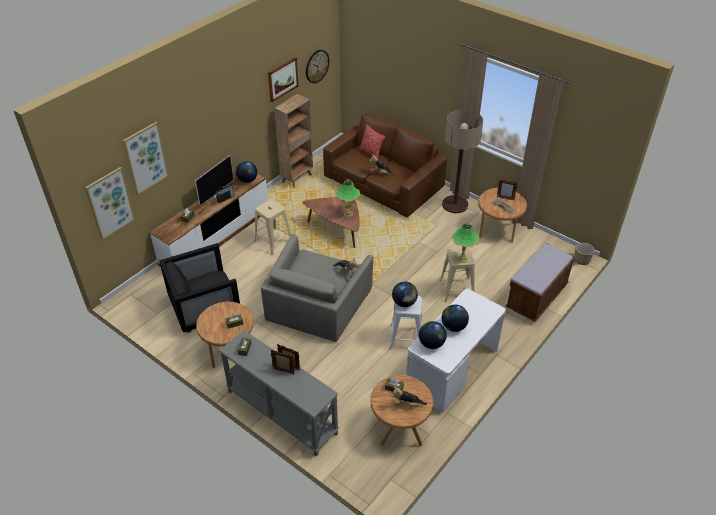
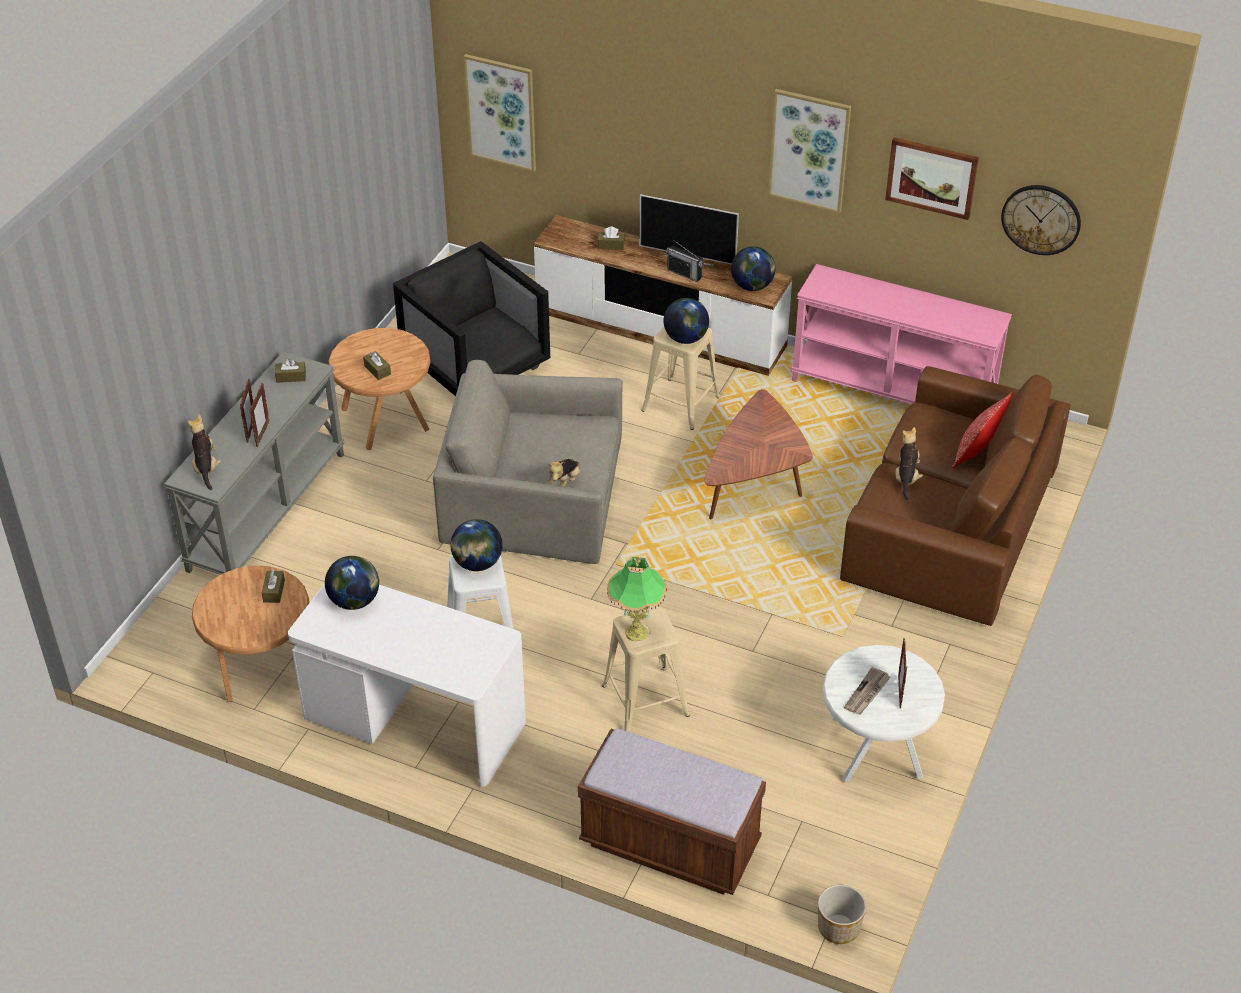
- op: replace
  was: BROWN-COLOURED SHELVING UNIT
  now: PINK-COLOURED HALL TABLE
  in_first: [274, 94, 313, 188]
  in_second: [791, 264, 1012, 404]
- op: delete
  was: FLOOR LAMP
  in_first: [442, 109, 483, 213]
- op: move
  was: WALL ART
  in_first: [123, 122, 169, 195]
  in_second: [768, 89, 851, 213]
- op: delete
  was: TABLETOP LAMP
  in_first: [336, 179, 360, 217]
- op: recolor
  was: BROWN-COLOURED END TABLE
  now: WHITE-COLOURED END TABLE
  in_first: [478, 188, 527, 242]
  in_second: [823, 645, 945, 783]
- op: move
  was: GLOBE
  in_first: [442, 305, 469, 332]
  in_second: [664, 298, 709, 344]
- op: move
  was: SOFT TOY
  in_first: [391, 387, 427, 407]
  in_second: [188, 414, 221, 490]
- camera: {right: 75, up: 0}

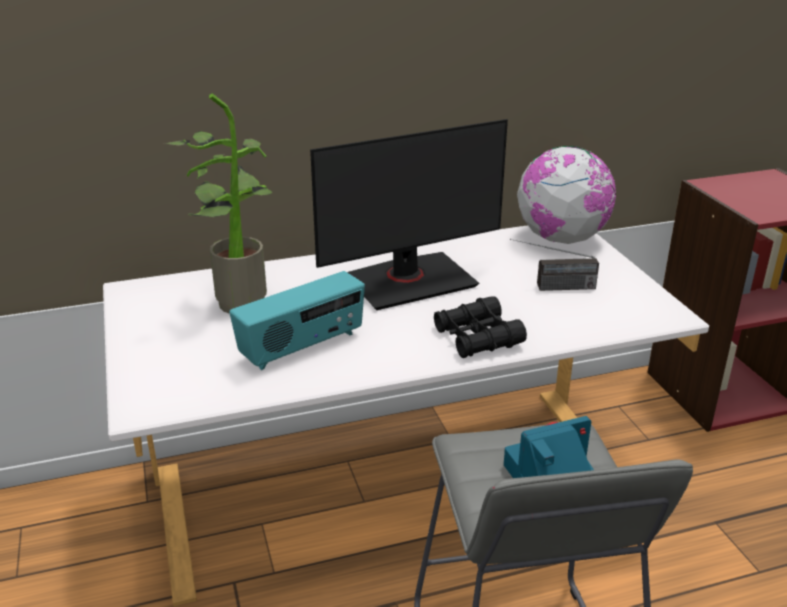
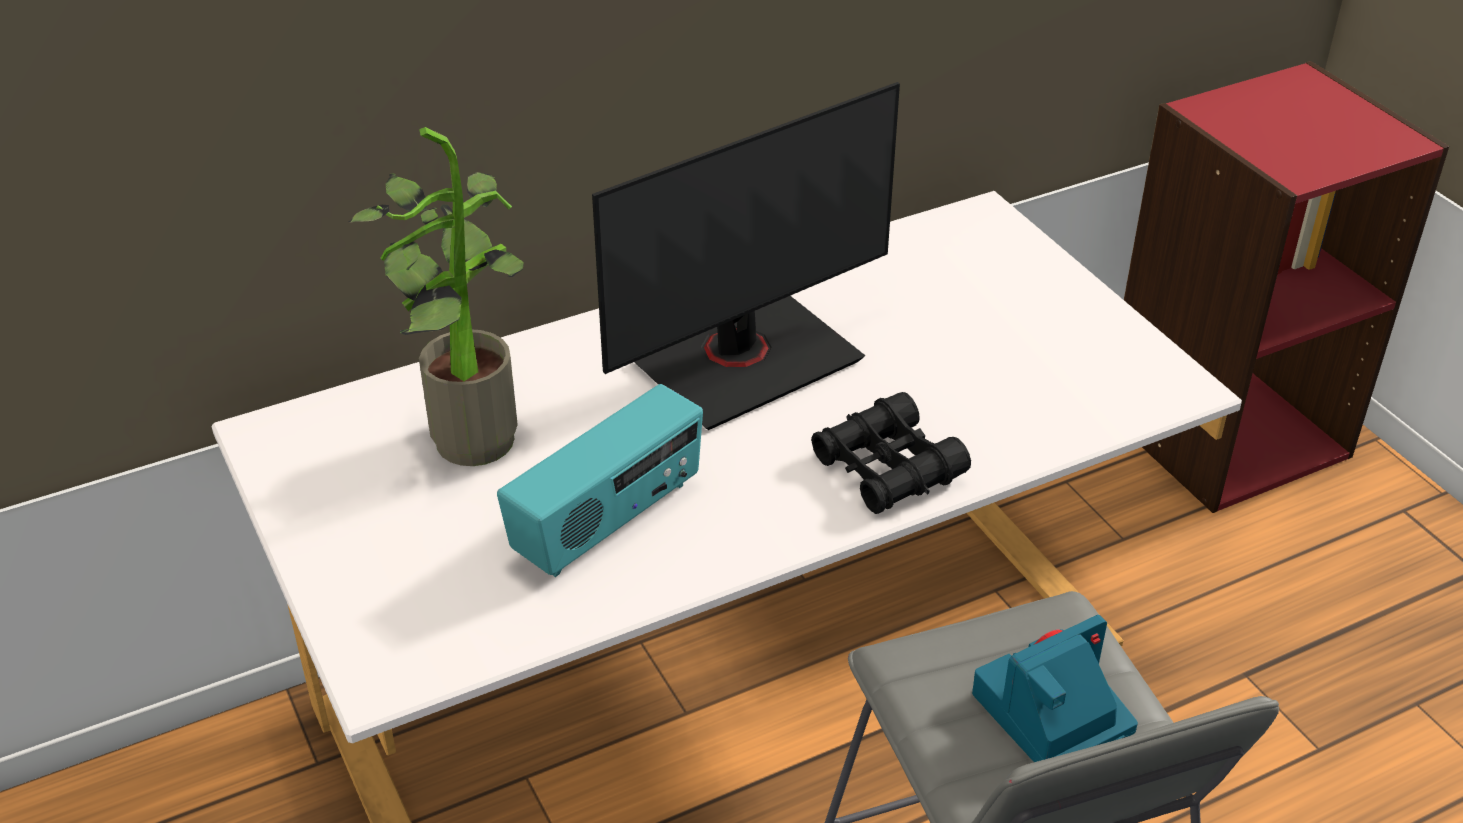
- op: delete
  was: GLOBE
  in_first: [517, 146, 616, 244]
- op: delete
  was: RADIO RECEIVER
  in_first: [510, 239, 599, 291]
- camera: {right: -10, up: 10}

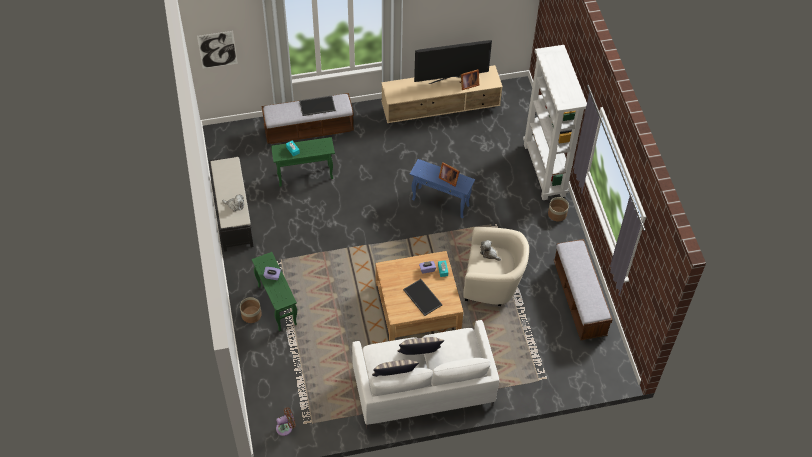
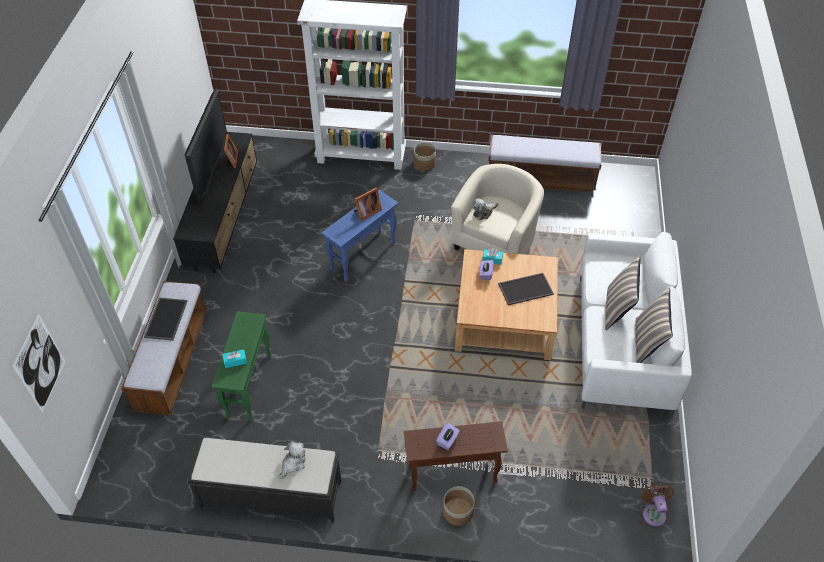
- op: recolor
  was: BEIGE TV UNIT
  now: BLACK-COLOURED TV UNIT
  in_first: [381, 65, 503, 124]
  in_second: [173, 132, 257, 273]
- op: recolor
  was: GREEN END TABLE
  now: BROWN-COLOURED END TABLE
  in_first: [252, 252, 297, 331]
  in_second: [404, 421, 508, 491]
- camera: {right: -70, up: -5}

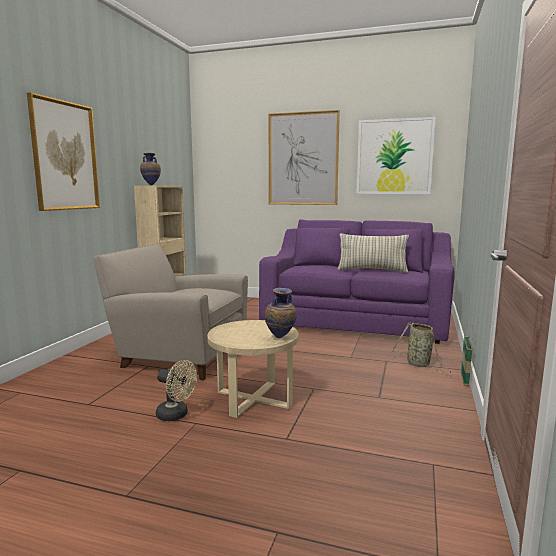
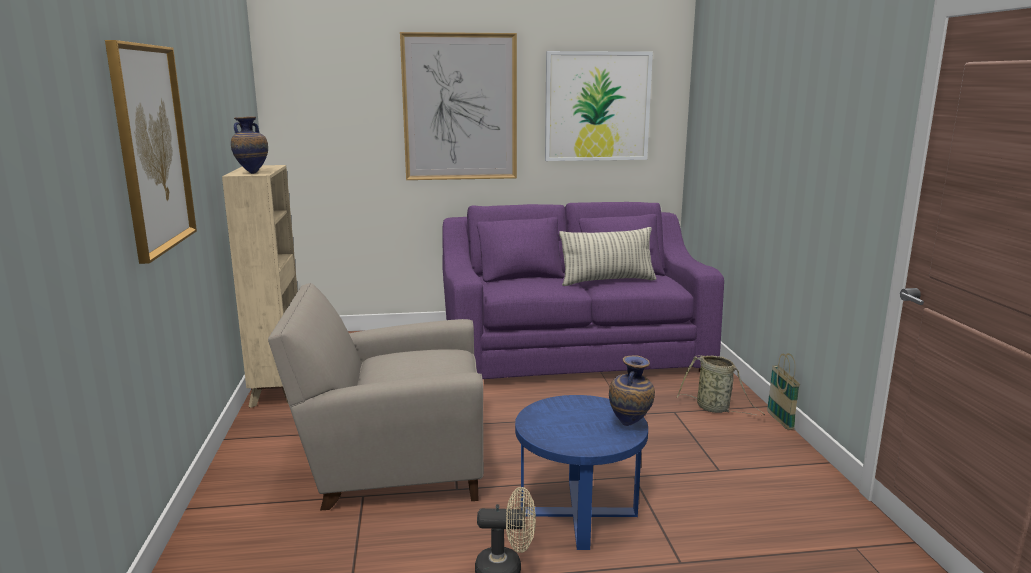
- op: recolor
  was: BEIGE END TABLE
  now: BLUE-COLOURED END TABLE
  in_first: [207, 320, 299, 418]
  in_second: [515, 395, 648, 550]
- camera: {right: -25, up: 5}

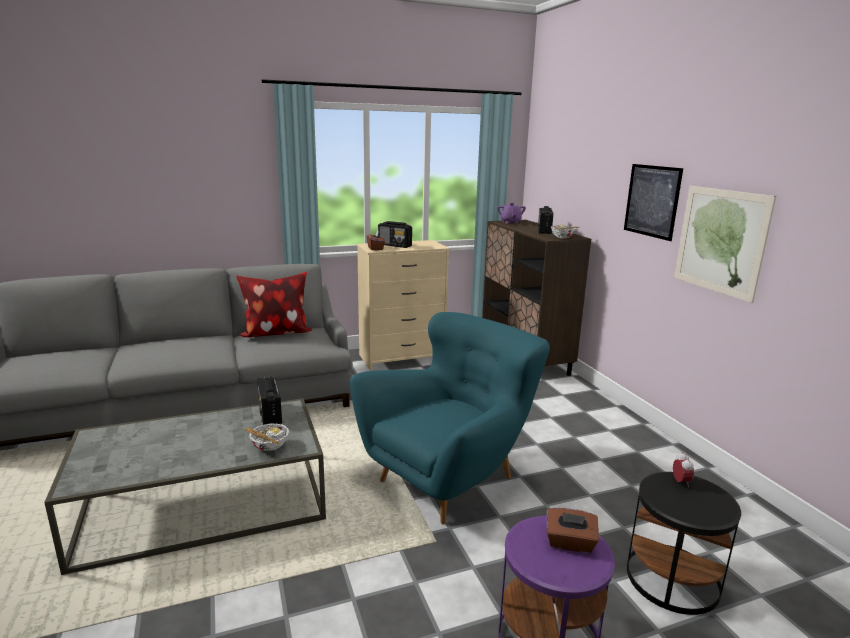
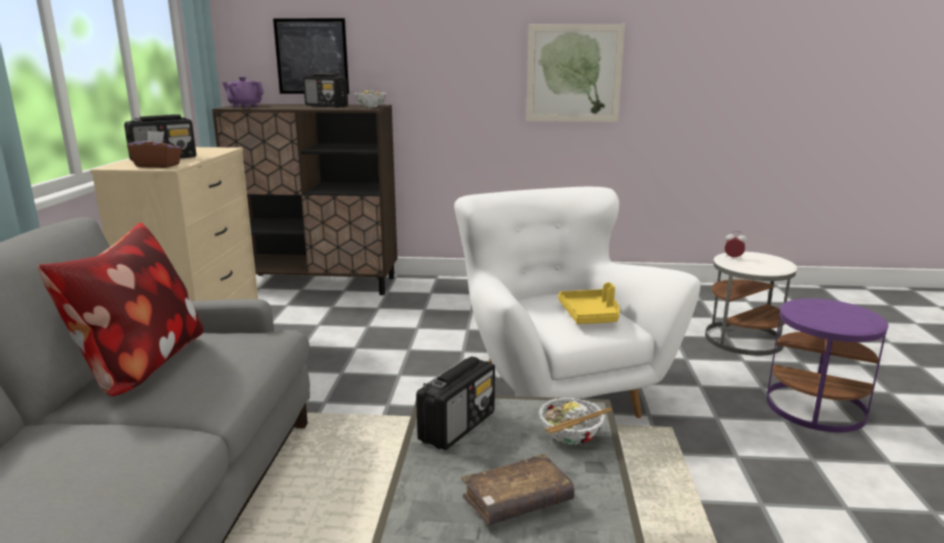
- op: move
  was: WALL ART
  in_first: [624, 164, 683, 241]
  in_second: [273, 18, 349, 94]
- op: recolor
  was: BLUE-GREEN EASY CHAIR
  now: WHITE-COLOURED EASY CHAIR
  in_first: [350, 312, 550, 524]
  in_second: [454, 187, 701, 418]
- op: rotate
  was: RADIO RECEIVER
  in_first: [257, 376, 282, 425]
  in_second: [416, 356, 495, 450]
  clockwise: -60
- op: recolor
  was: BLACK-COLOURED END TABLE
  now: WHITE-COLOURED END TABLE
  in_first: [627, 472, 741, 615]
  in_second: [705, 252, 797, 356]
- op: delete
  was: BROWN-COLOURED TISSUE BOX
  in_first: [547, 508, 599, 553]
- op: insert
  now: YELLOW TRAY
  in_second: [558, 282, 620, 324]
- op: insert
  now: BROWN-COLOURED VOLUME
  in_second: [461, 453, 575, 525]
- camera: {right: -65, up: 0}

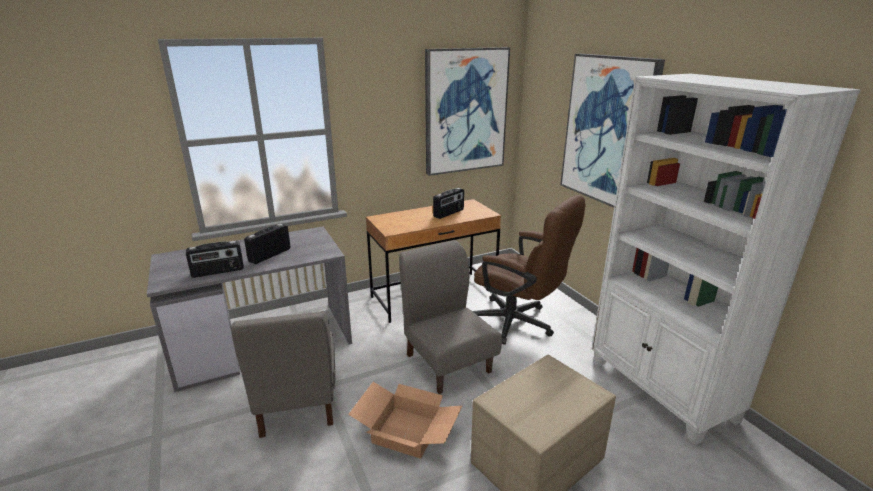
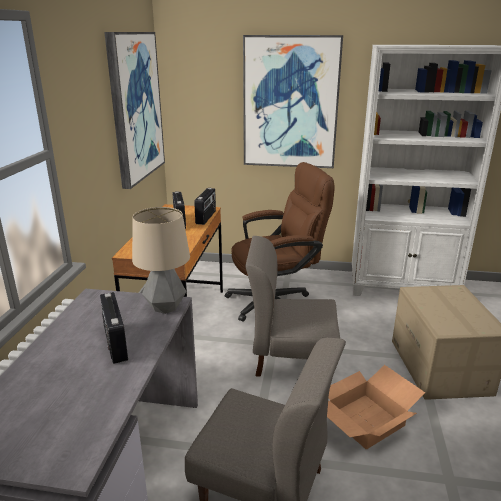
- op: move
  was: RADIO RECEIVER
  in_first: [186, 241, 244, 278]
  in_second: [194, 188, 216, 225]
- op: insert
  now: TABLETOP LAMP
  in_second: [132, 207, 190, 314]
- camera: {right: -55, up: 0}

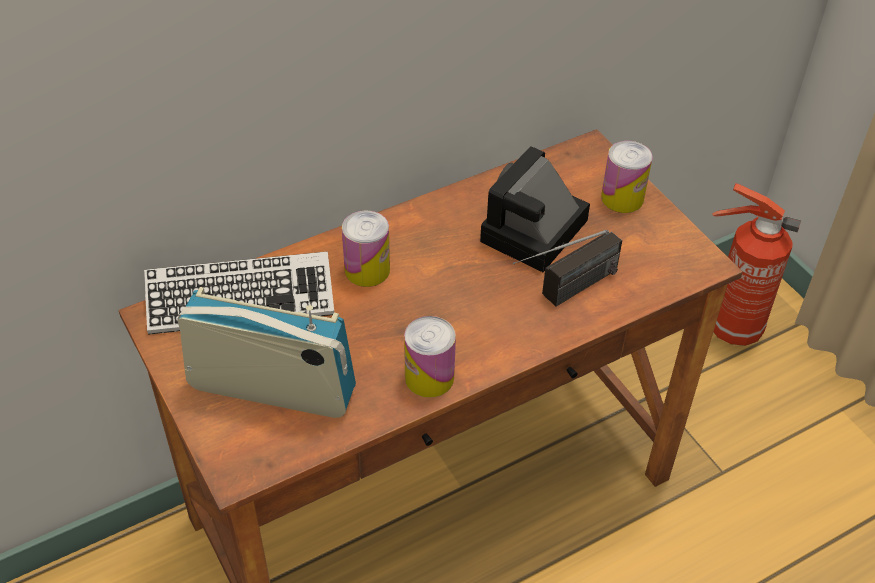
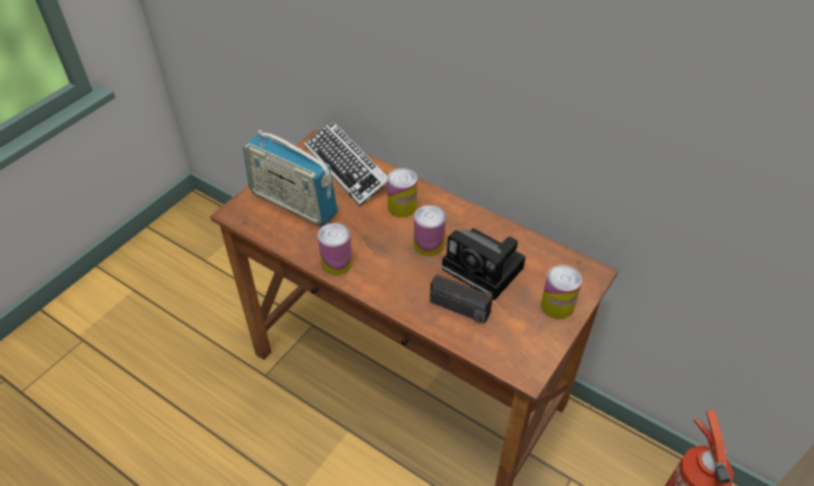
- op: rotate
  was: PHOTO CAMERA
  in_first: [480, 146, 590, 272]
  in_second: [442, 228, 526, 300]
  clockwise: -150
- op: rotate
  was: RADIO RECEIVER
  in_first: [177, 287, 356, 418]
  in_second: [243, 130, 338, 226]
  clockwise: 135
- op: insert
  now: CAN
  in_second: [414, 205, 446, 256]
- camera: {right: 65, up: 0}

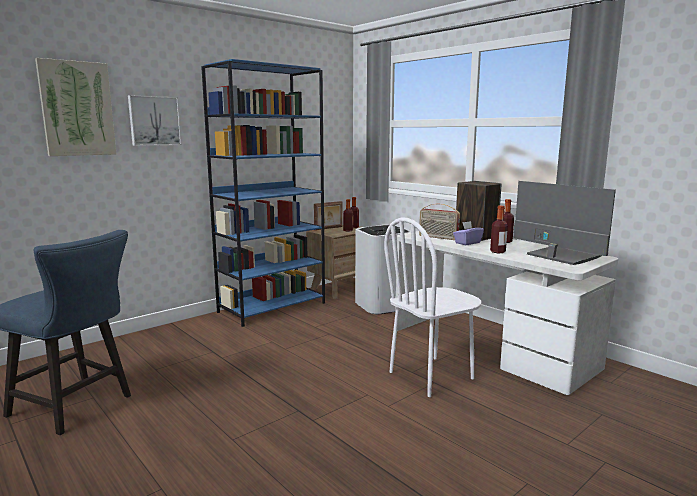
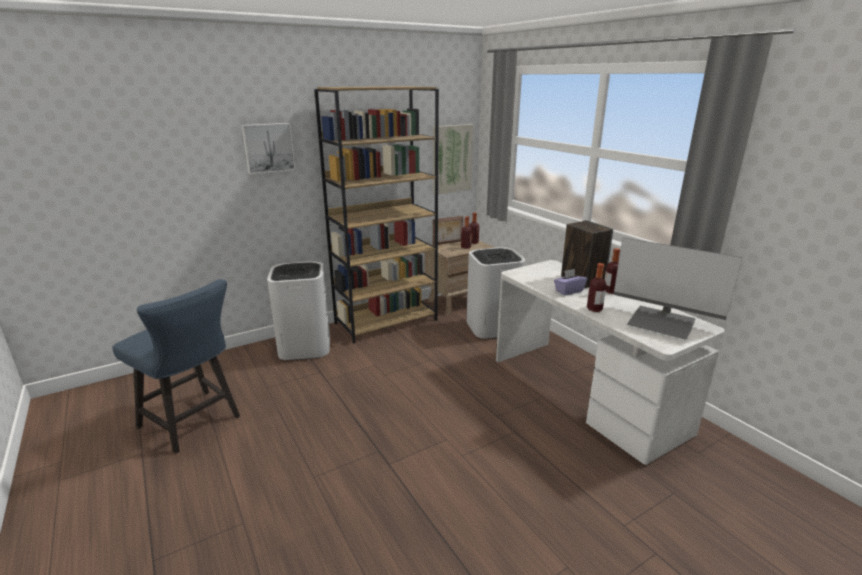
- op: move
  was: WALL ART
  in_first: [35, 58, 116, 156]
  in_second: [433, 124, 474, 194]
- op: recolor
  was: BLUE-COLOURED SHELVING UNIT
  now: BROWN-COLOURED SHELVING UNIT
  in_first: [201, 59, 325, 327]
  in_second: [314, 86, 439, 344]
- op: rotate
  was: COMPUTER DISPLAY
  in_first: [513, 181, 616, 265]
  in_second: [613, 238, 742, 340]
  clockwise: 150
- op: delete
  was: RADIO RECEIVER
  in_first: [419, 204, 460, 240]
- op: delete
  was: WHITE-COLOURED UPRIGHT CHAIR
  in_first: [384, 217, 482, 397]
- op: insert
  now: WHITE-COLOURED RUBBISH BIN
  in_second: [267, 261, 330, 360]
- camera: {right: 10, up: 10}

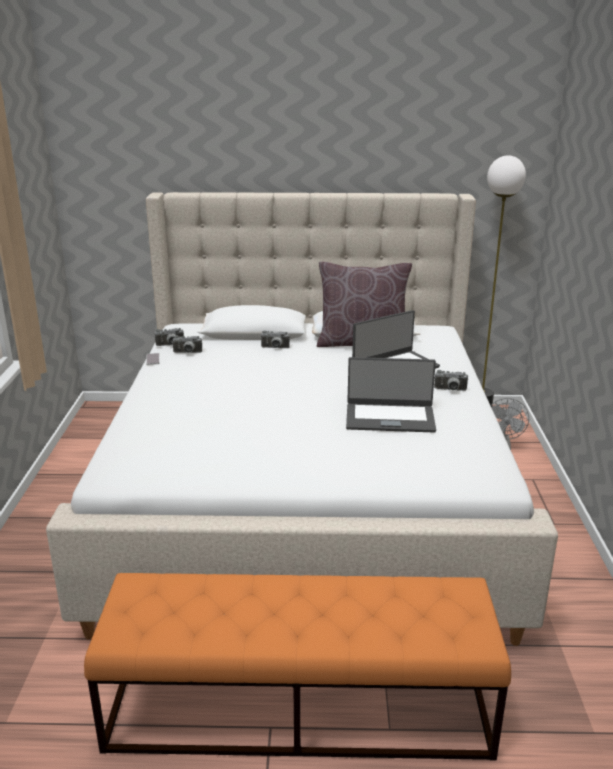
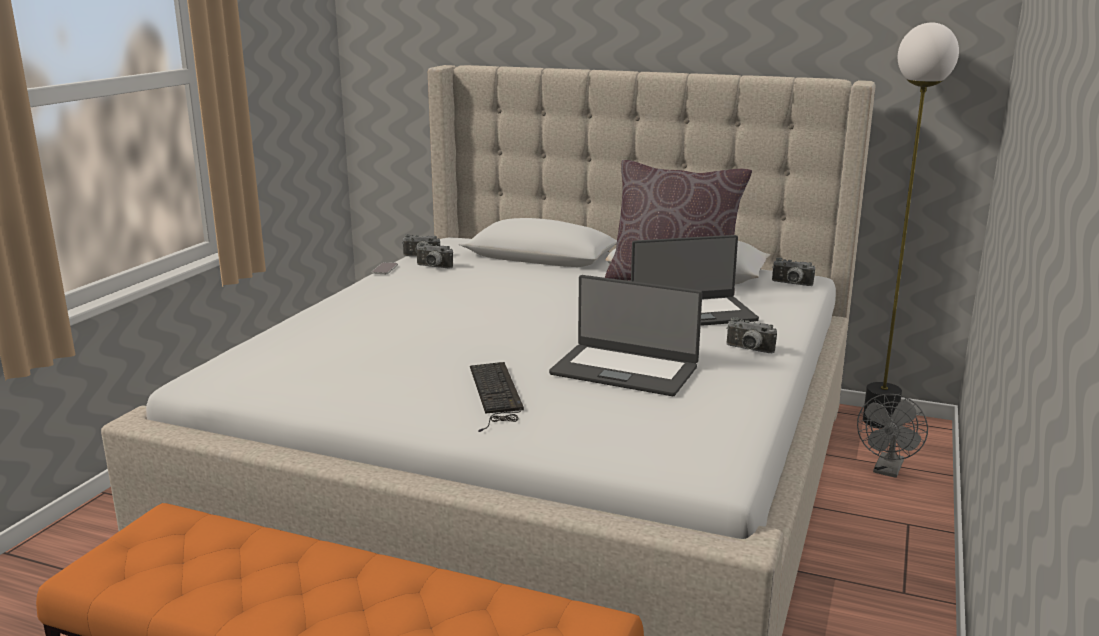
- op: move
  was: PHOTO CAMERA
  in_first: [260, 331, 290, 348]
  in_second: [772, 258, 815, 286]
- op: insert
  now: COMPUTER KEYBOARD
  in_second: [470, 362, 524, 432]
- camera: {right: 20, up: -5}

